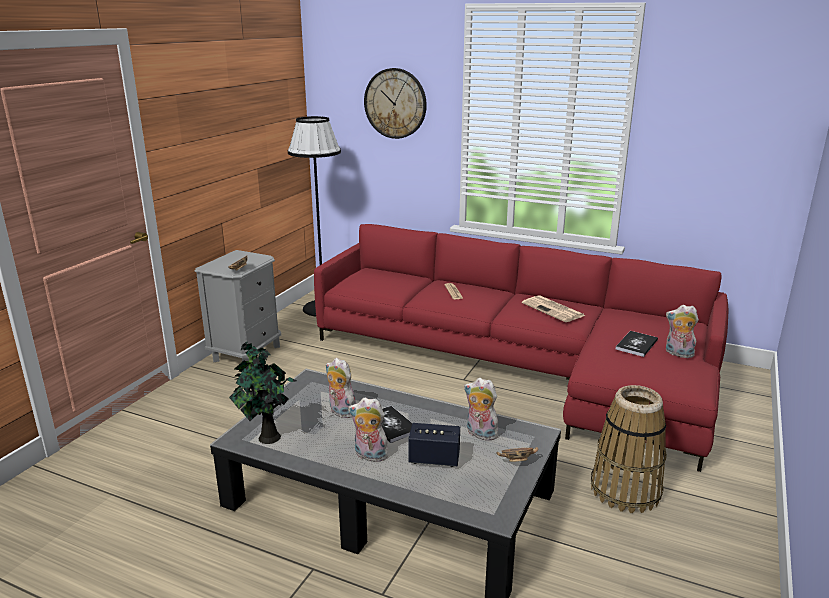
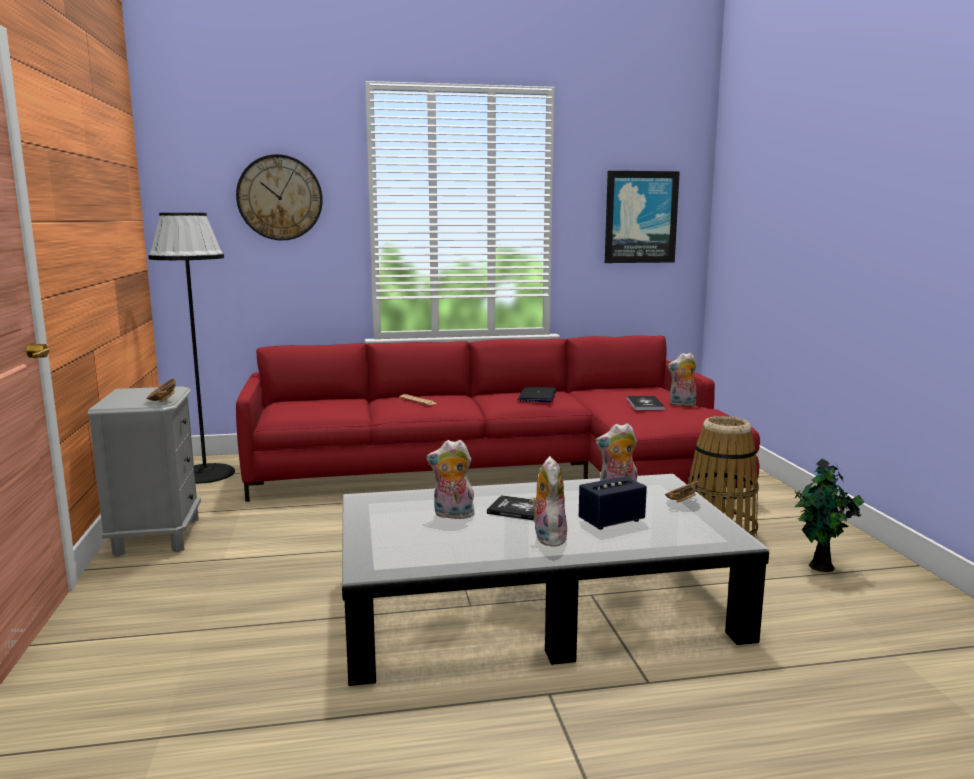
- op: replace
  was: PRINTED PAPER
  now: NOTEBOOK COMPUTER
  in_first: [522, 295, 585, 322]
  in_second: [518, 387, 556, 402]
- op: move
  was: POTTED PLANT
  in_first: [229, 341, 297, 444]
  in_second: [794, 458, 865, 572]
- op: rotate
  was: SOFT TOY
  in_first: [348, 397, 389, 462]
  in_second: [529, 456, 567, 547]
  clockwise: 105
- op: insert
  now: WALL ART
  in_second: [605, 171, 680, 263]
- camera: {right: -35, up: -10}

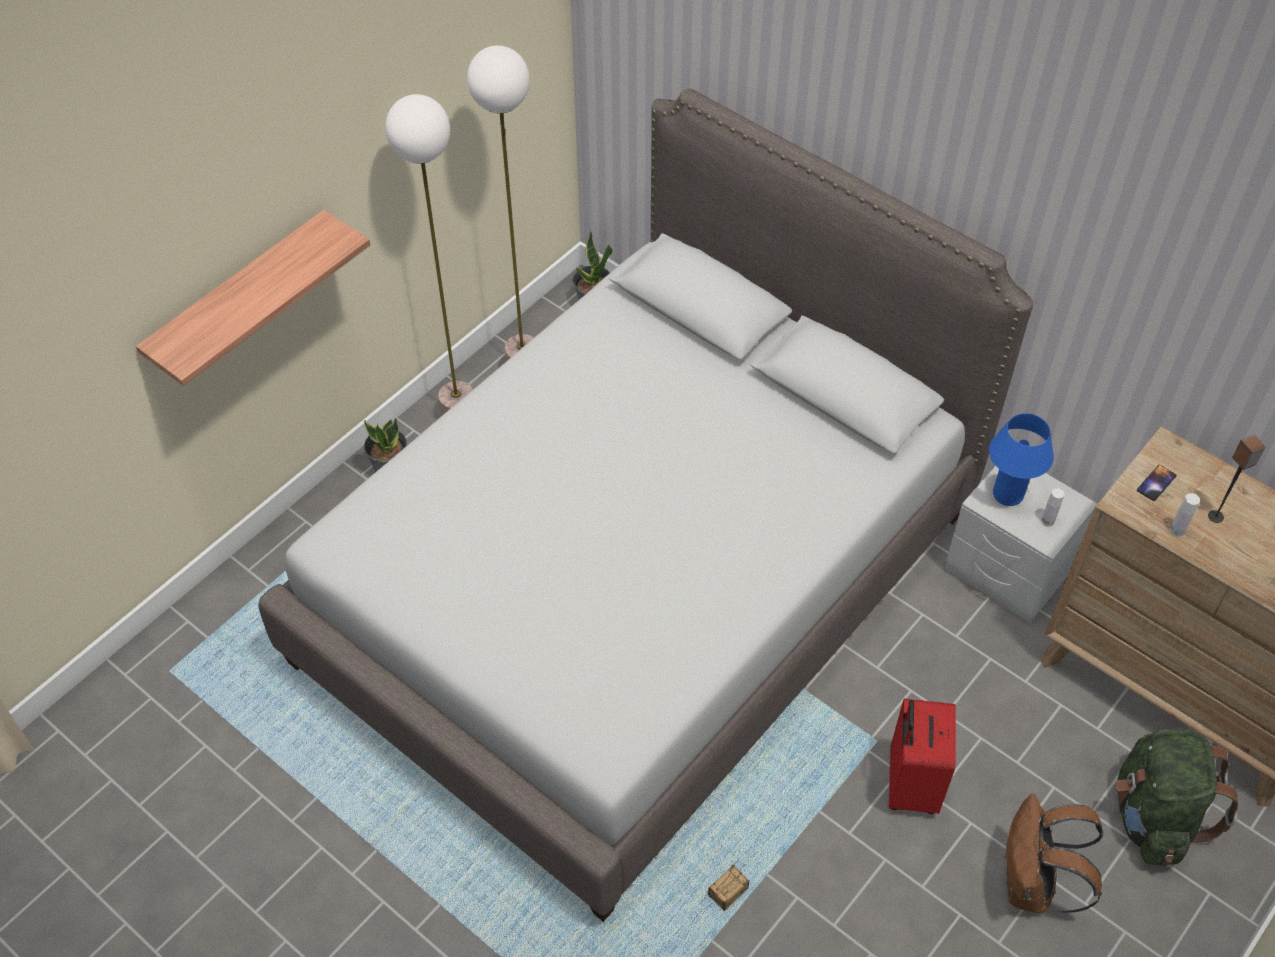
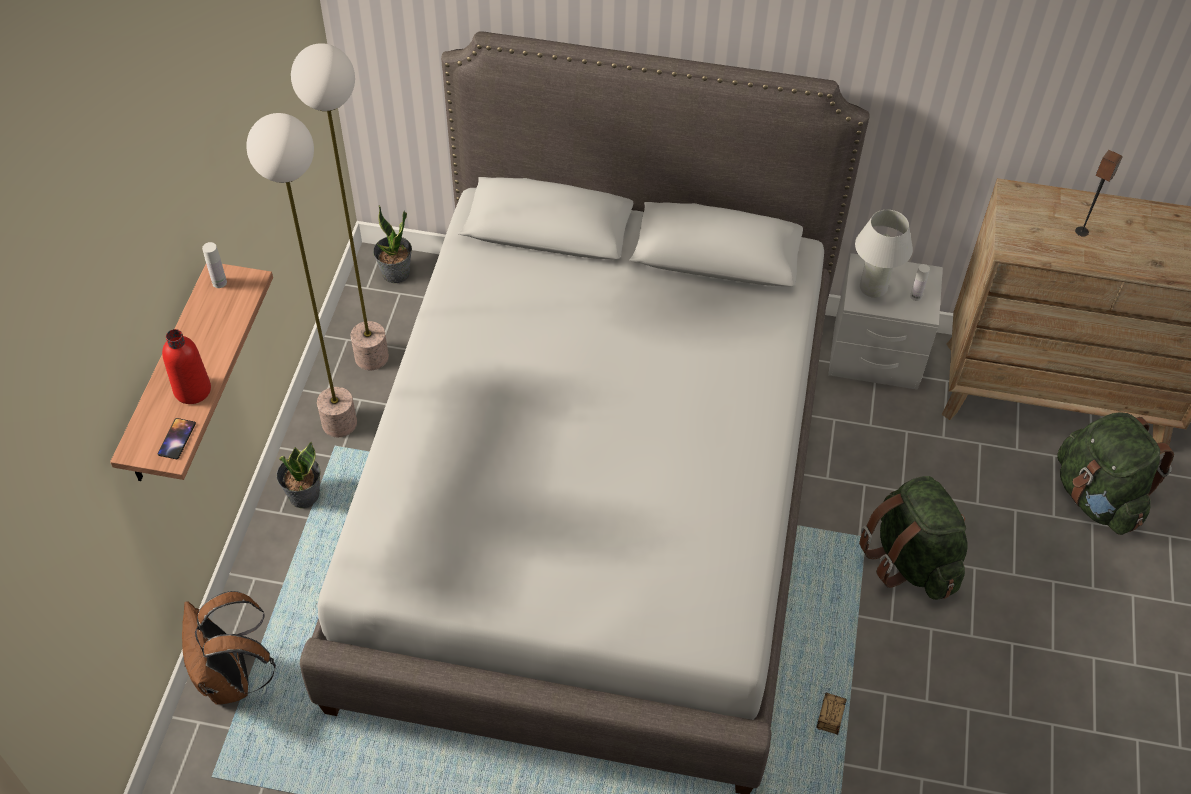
- op: recolor
  was: BLUE-COLOURED TABLETOP LAMP
  now: WHITE-COLOURED TABLETOP LAMP
  in_first: [989, 413, 1054, 506]
  in_second: [855, 210, 913, 298]
- op: move
  was: PHONE
  in_first: [1137, 465, 1177, 501]
  in_second: [158, 418, 196, 459]
- op: move
  was: WHITE-COLOURED DRINK BOTTLE
  in_first: [1170, 493, 1200, 537]
  in_second: [202, 242, 227, 288]
- op: replace
  was: REDDISH SUITCASE
  now: GREEN KNAPSACK
  in_first: [889, 699, 956, 814]
  in_second: [859, 476, 968, 600]
- op: move
  was: BROWN-COLOURED KNAPSACK
  in_first: [1003, 794, 1103, 913]
  in_second: [182, 591, 276, 705]
- op: insert
  now: REDDISH DRINK BOTTLE
  in_second: [162, 329, 211, 404]
- camera: {right: -30, up: 0}

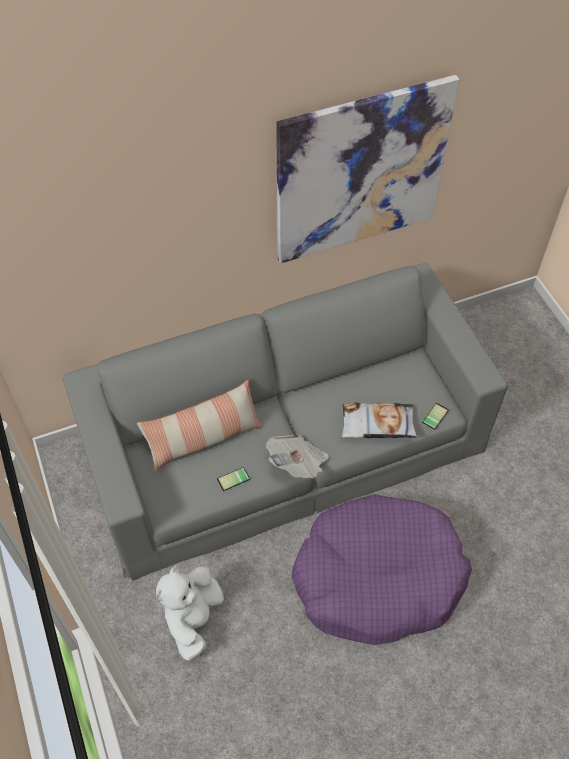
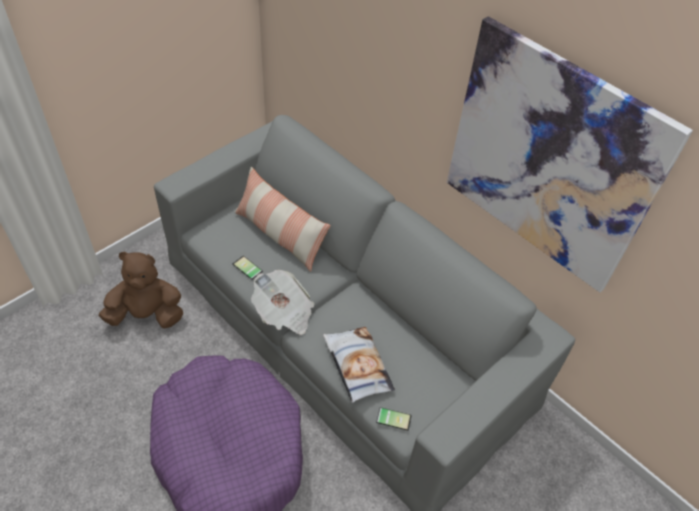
- op: recolor
  was: WHITE-COLOURED SOFT TOY
  now: BROWN-COLOURED SOFT TOY
  in_first: [156, 566, 224, 661]
  in_second: [99, 252, 183, 329]
- camera: {right: 65, up: -5}

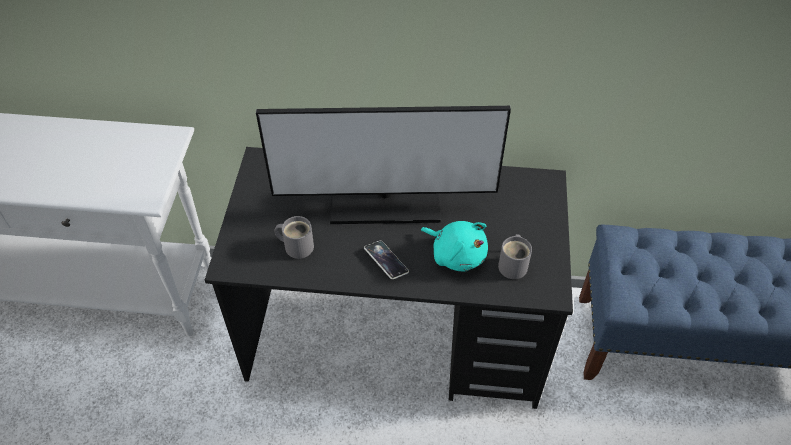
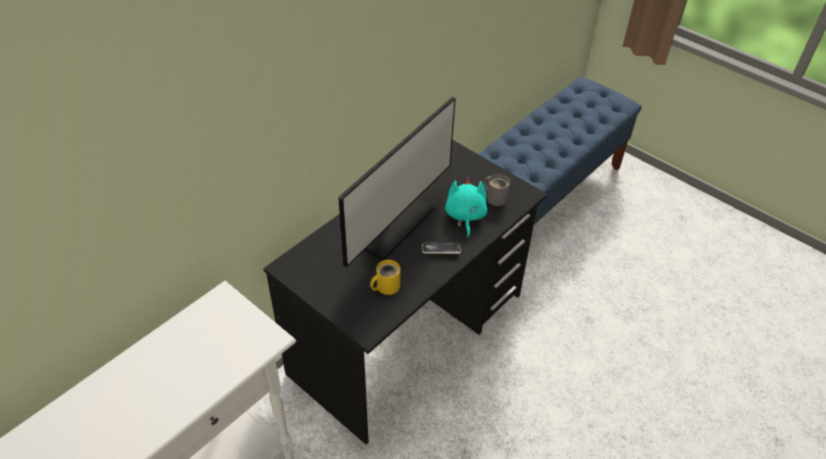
- op: recolor
  was: GREYISH TEA MUG
  now: YELLOW TEA MUG
  in_first: [274, 216, 314, 259]
  in_second: [370, 260, 400, 295]
- op: rotate
  was: BLUE-GREEN SOFT TOY
  in_first: [421, 221, 488, 272]
  in_second: [445, 177, 488, 238]
  clockwise: -75
- camera: {right: -55, up: -5}

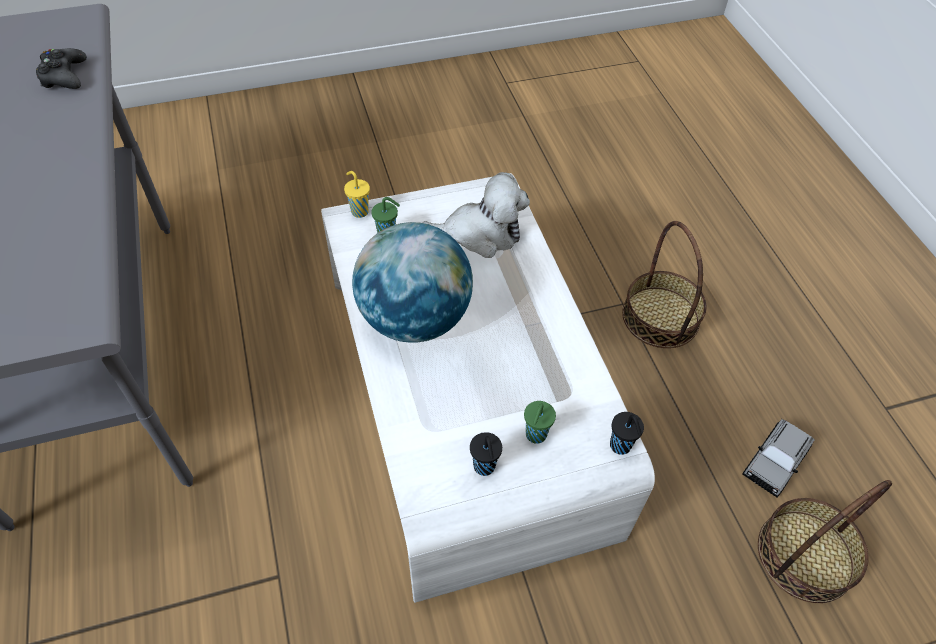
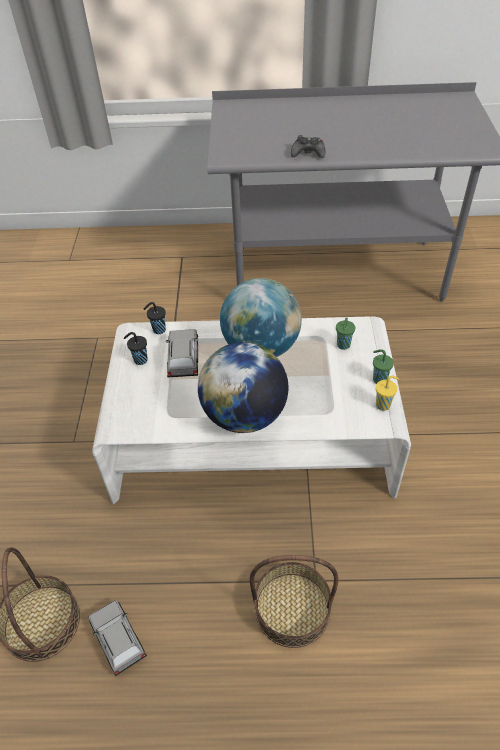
- op: move
  was: BLACK-COLOURED GAMEPAD
  in_first: [36, 48, 87, 89]
  in_second: [291, 135, 325, 158]
- op: move
  was: YELLOW CUP
  in_first: [344, 171, 370, 218]
  in_second: [376, 376, 399, 411]
- op: delete
  was: SOFT TOY
  in_first: [422, 172, 530, 258]
- op: move
  was: GREEN CUP
  in_first: [524, 401, 556, 444]
  in_second: [373, 349, 394, 384]
- op: move
  was: BLACK-COLOURED CUP
  in_first: [610, 412, 644, 455]
  in_second: [144, 302, 166, 334]
- op: insert
  now: GREYISH MODEL CAR
  in_second: [166, 329, 198, 377]
- op: insert
  now: GLOBE
  in_second: [198, 342, 288, 433]
- camera: {right: 110, up: -5}

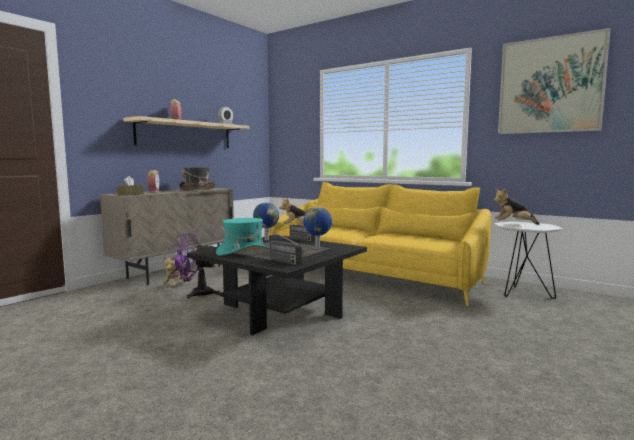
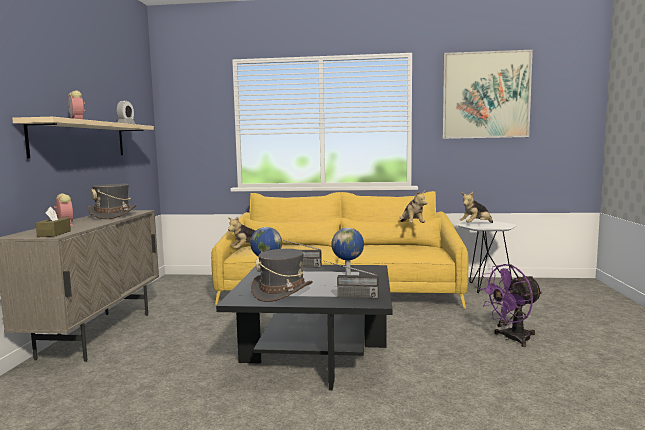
- op: recolor
  was: BLUE-GREEN HAT
  now: GREYISH HAT
  in_first: [216, 218, 270, 256]
  in_second: [251, 249, 313, 302]
- op: move
  was: PURPLE ELECTRIC FAN
  in_first: [171, 233, 220, 299]
  in_second: [479, 264, 543, 347]
- op: move
  was: SOFT TOY
  in_first: [162, 256, 192, 287]
  in_second: [399, 190, 427, 223]
- camera: {right: -30, up: 0}

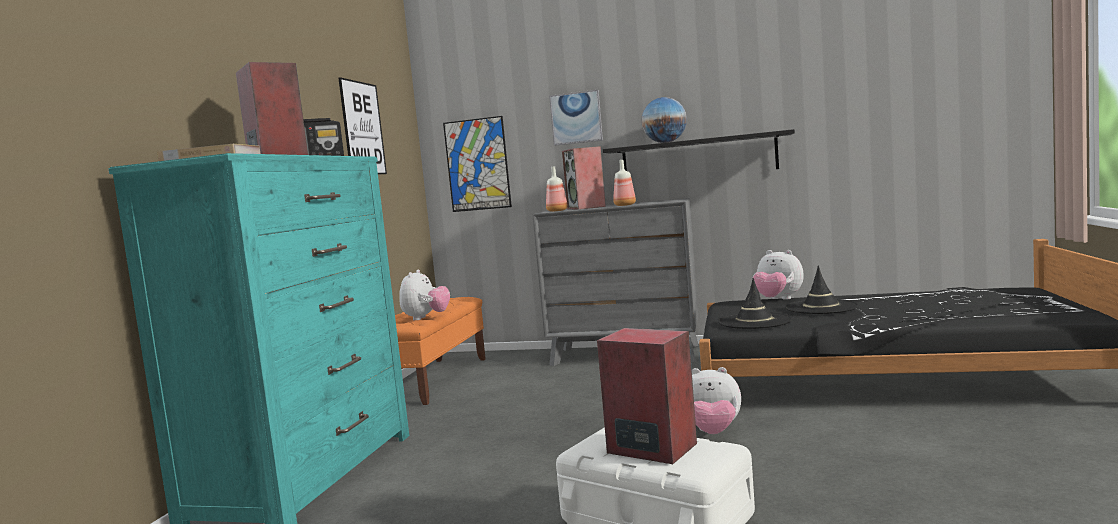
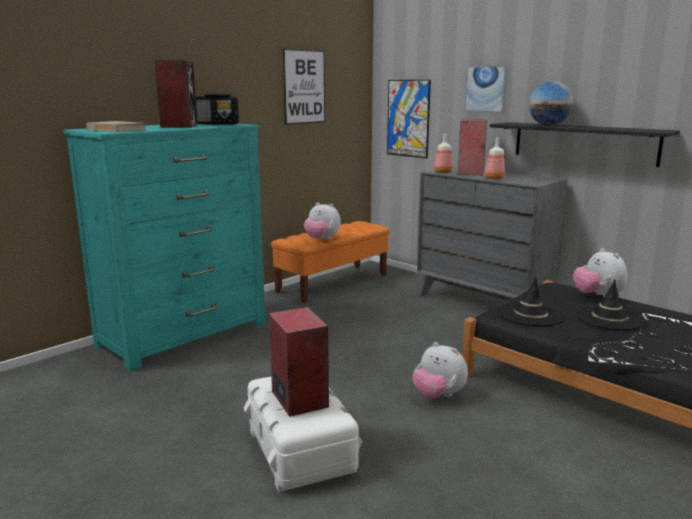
- op: rotate
  was: SOFT TOY
  in_first: [399, 270, 450, 320]
  in_second: [304, 202, 341, 240]
  clockwise: 75
- camera: {right: 30, up: 10}

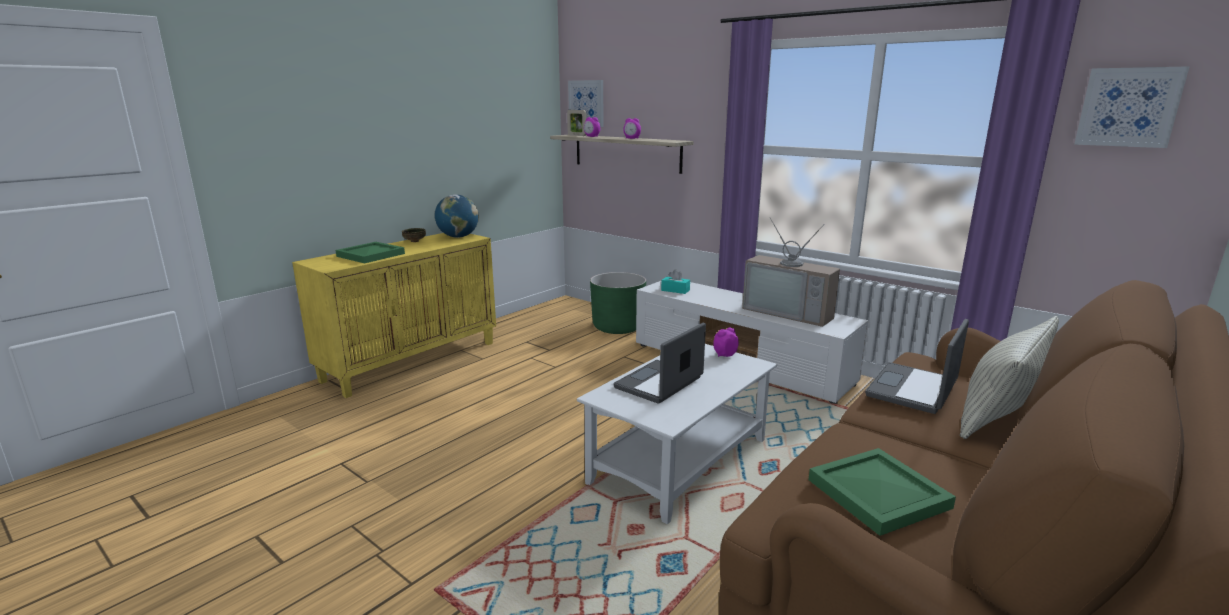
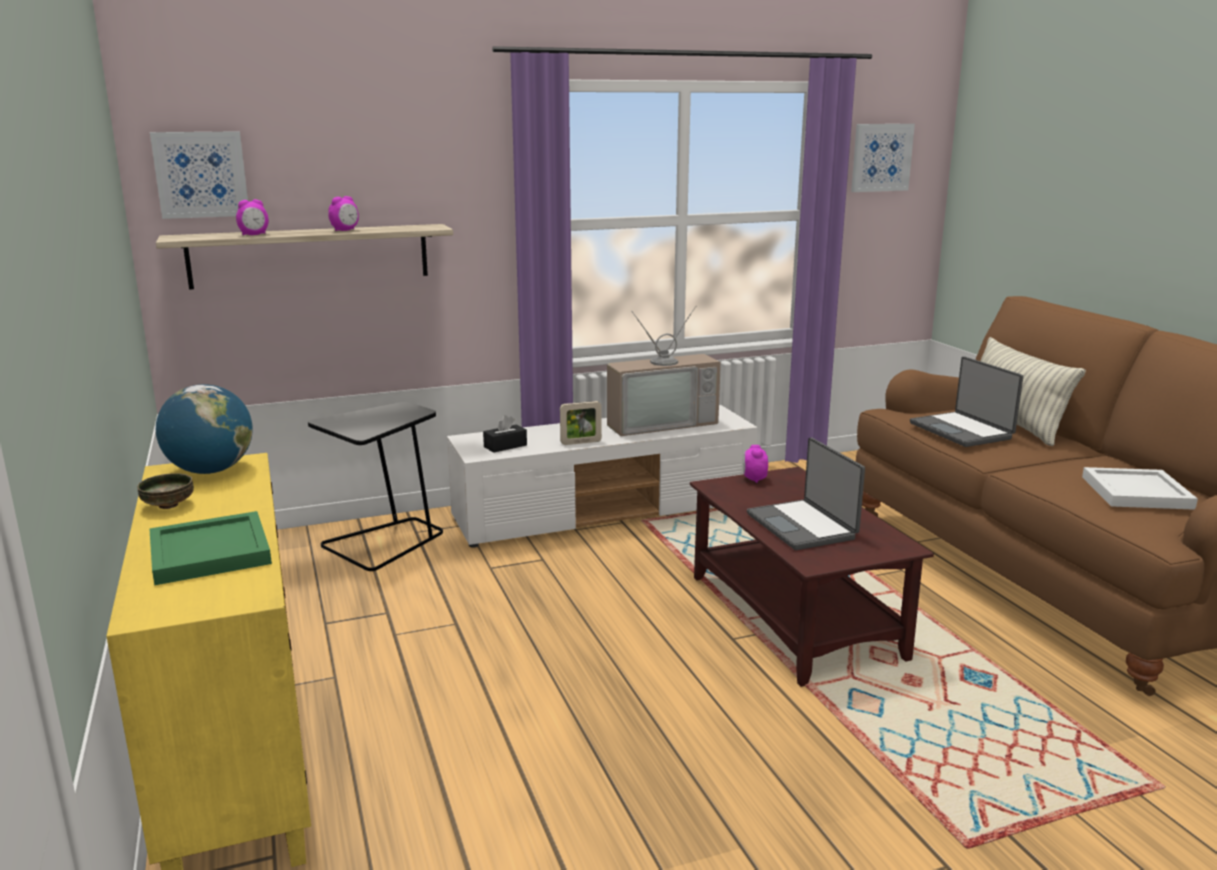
- op: move
  was: PICTURE FRAME
  in_first: [567, 110, 586, 136]
  in_second: [560, 401, 602, 445]
- op: recolor
  was: BLUE-GREEN TISSUE BOX
  now: BLACK-COLOURED TISSUE BOX
  in_first: [661, 269, 690, 294]
  in_second: [483, 415, 527, 453]
- op: replace
  was: GREEN FLOWER POT
  now: BLACK-COLOURED END TABLE
  in_first: [590, 272, 646, 334]
  in_second: [307, 402, 443, 571]
- op: recolor
  was: WHITE-COLOURED LOUNGE TABLE
  now: BROWN-COLOURED LOUNGE TABLE
  in_first: [577, 344, 777, 524]
  in_second: [690, 467, 934, 687]
- op: recolor
  was: GREEN TRAY
  now: WHITE-COLOURED TRAY
  in_first: [808, 448, 956, 536]
  in_second: [1082, 467, 1198, 510]
- camera: {right: -60, up: 0}

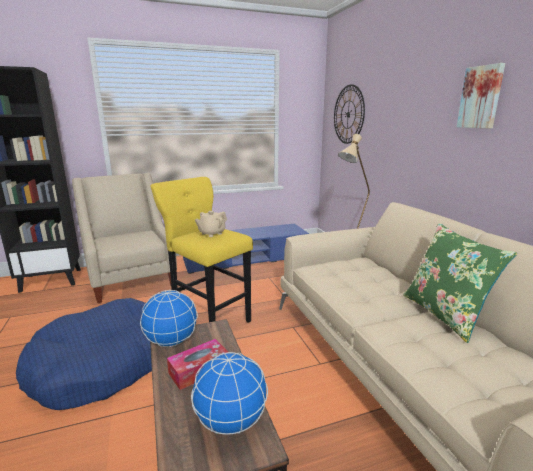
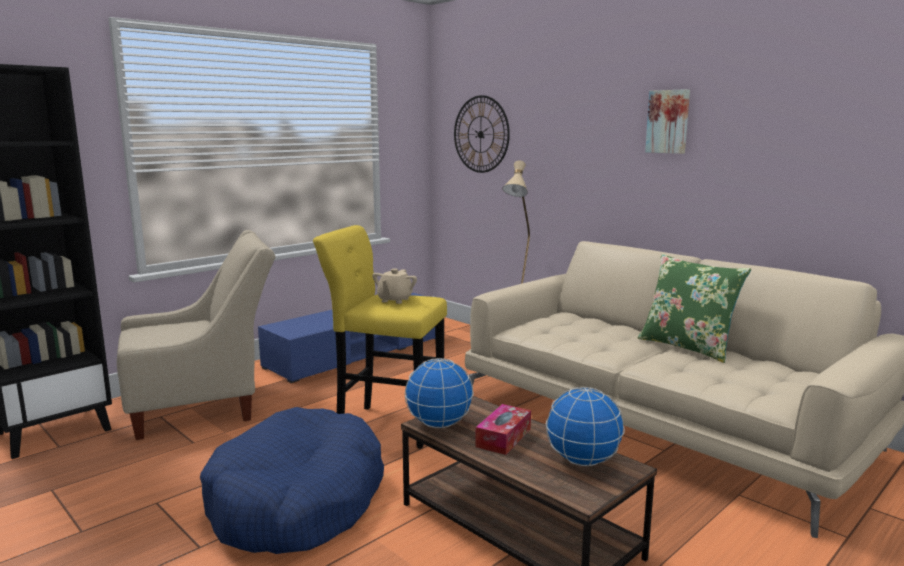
- op: rotate
  was: BEIGE EASY CHAIR
  in_first: [72, 173, 177, 303]
  in_second: [117, 230, 276, 440]
  clockwise: 120
- camera: {right: -25, up: -5}

